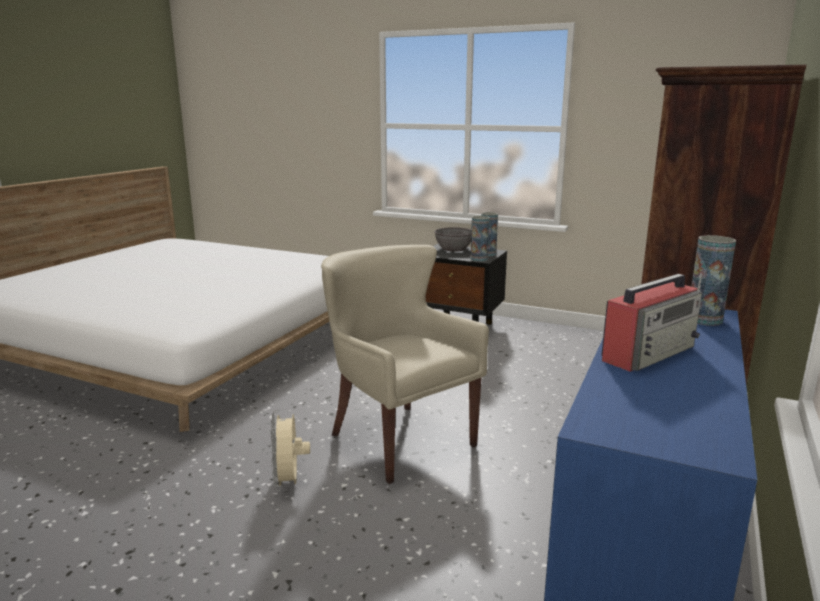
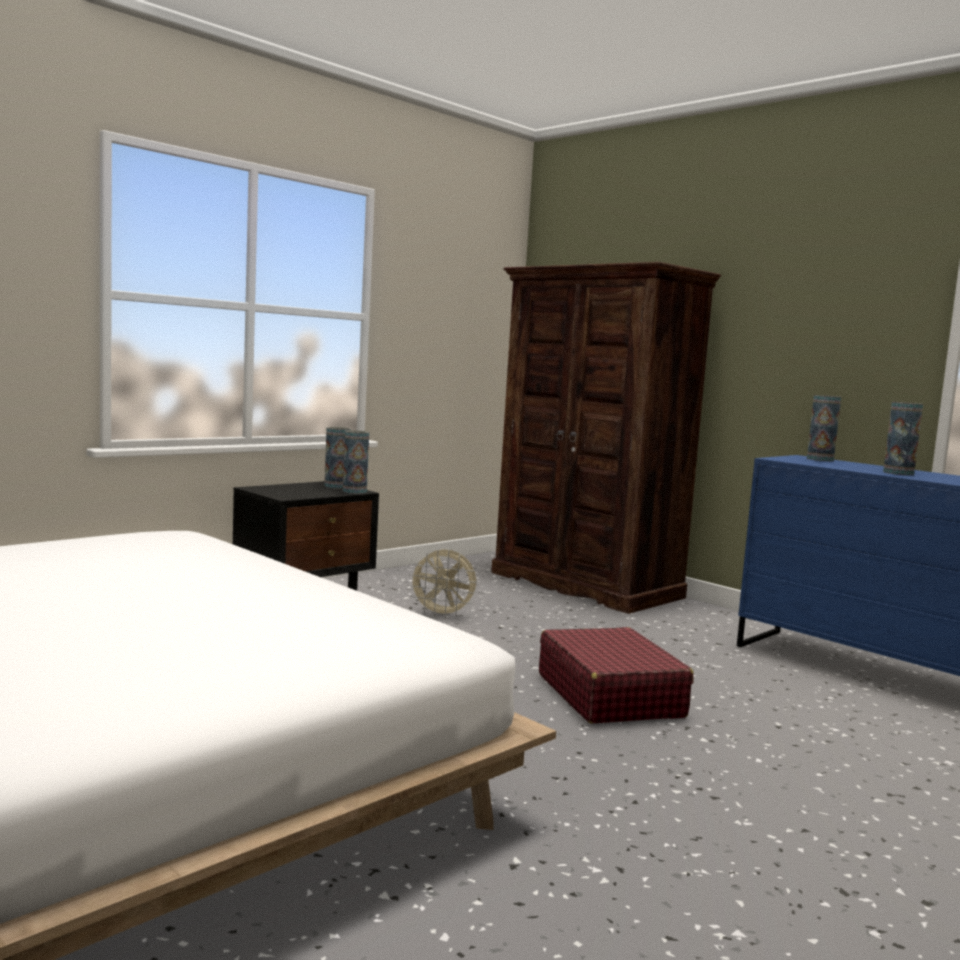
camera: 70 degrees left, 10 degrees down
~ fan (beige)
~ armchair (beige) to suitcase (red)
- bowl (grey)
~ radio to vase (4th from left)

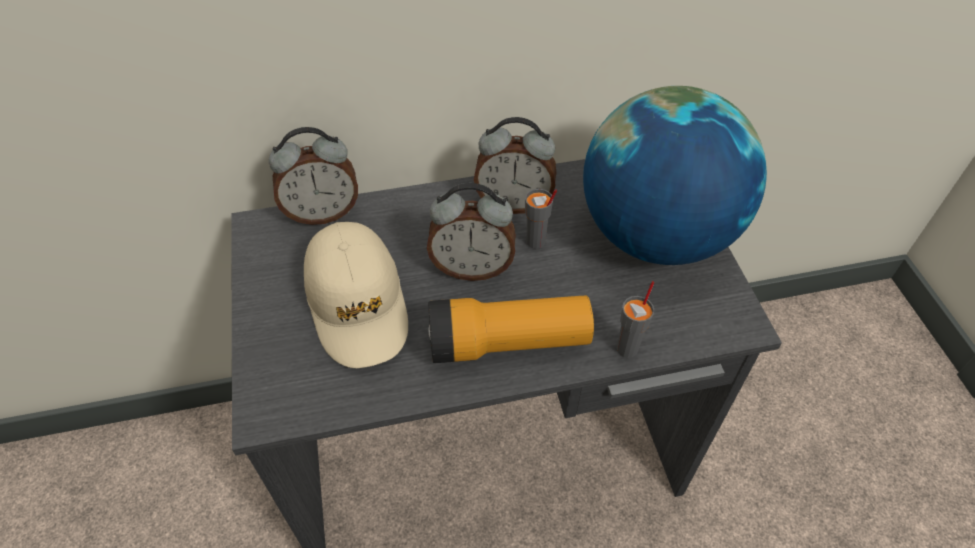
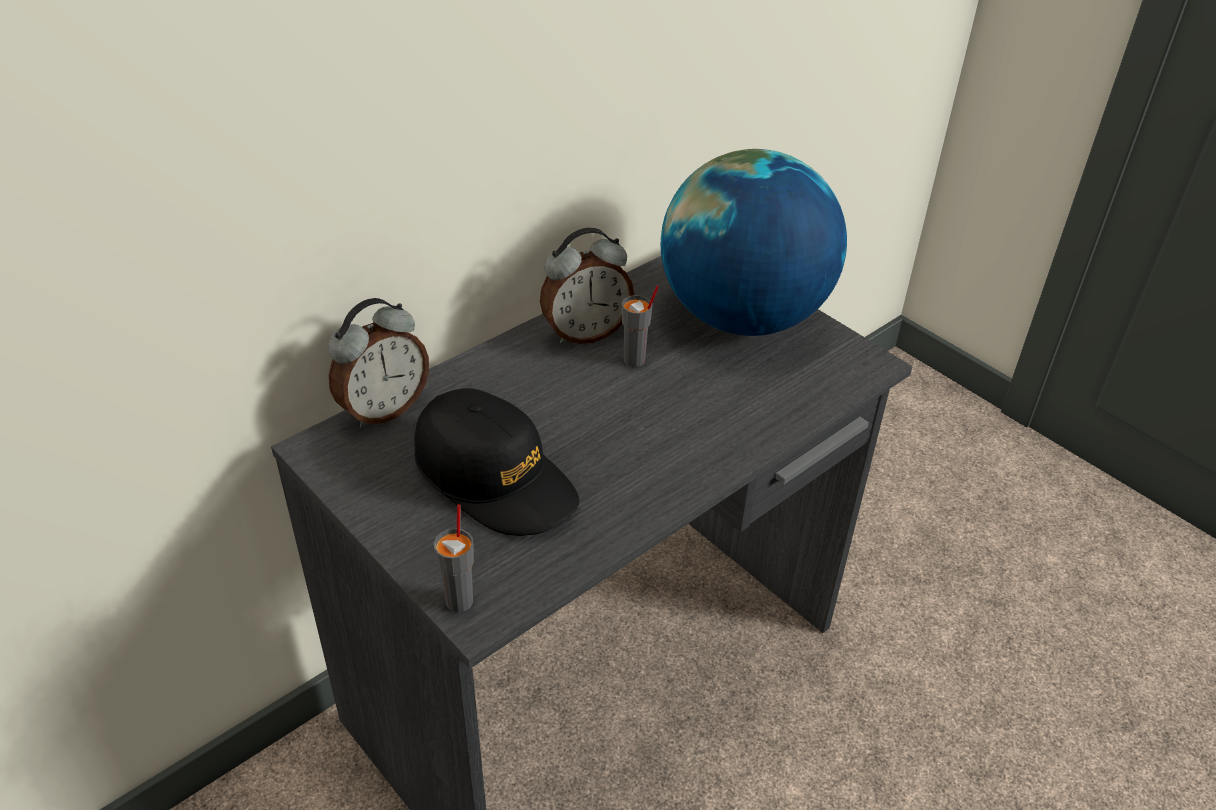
camera: 30 degrees left, 10 degrees down
~ cap (beige) to cap (black)
- alarm clock (2nd from left)
- flashlight
~ cup (grey) (2nd from left in the first image) to cup (grey) (1st from left)

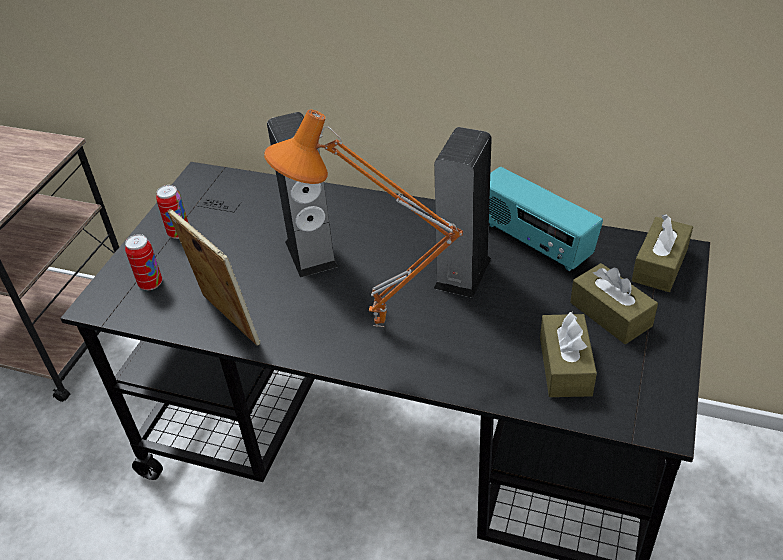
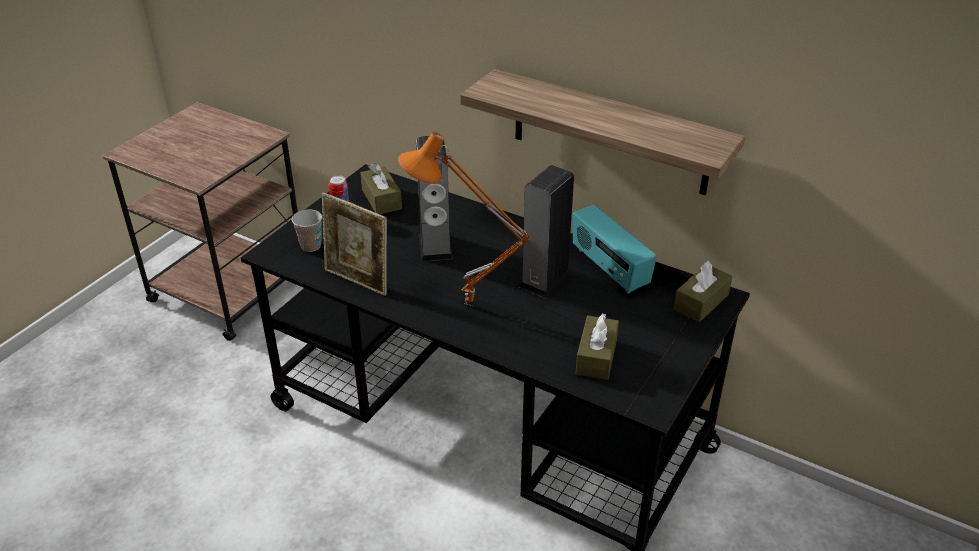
camera: 10 degrees right, 5 degrees down
~ can (1st from left) to cup
~ picture frame 150 degrees clockwise
~ tissue box (brown) (2nd from left in the first image) to tissue box (brown) (1st from left)
+ shelf

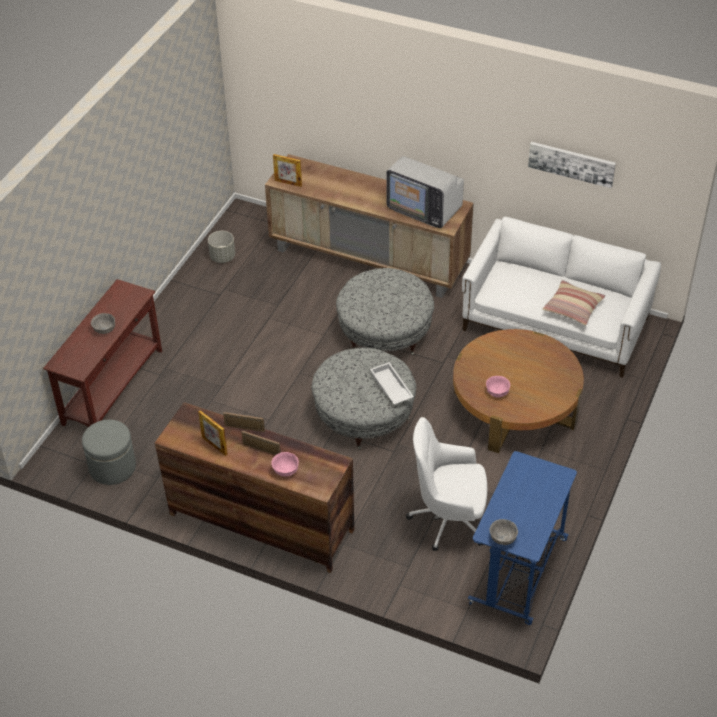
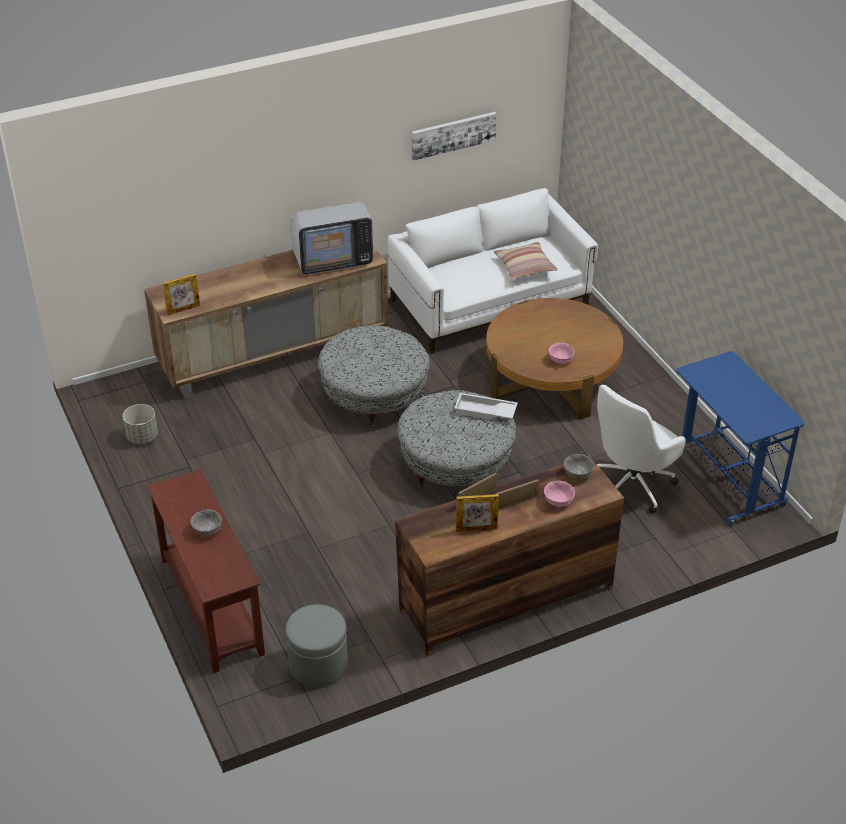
camera: 50 degrees left, 5 degrees down
~ bowl (grey) (2nd from left)

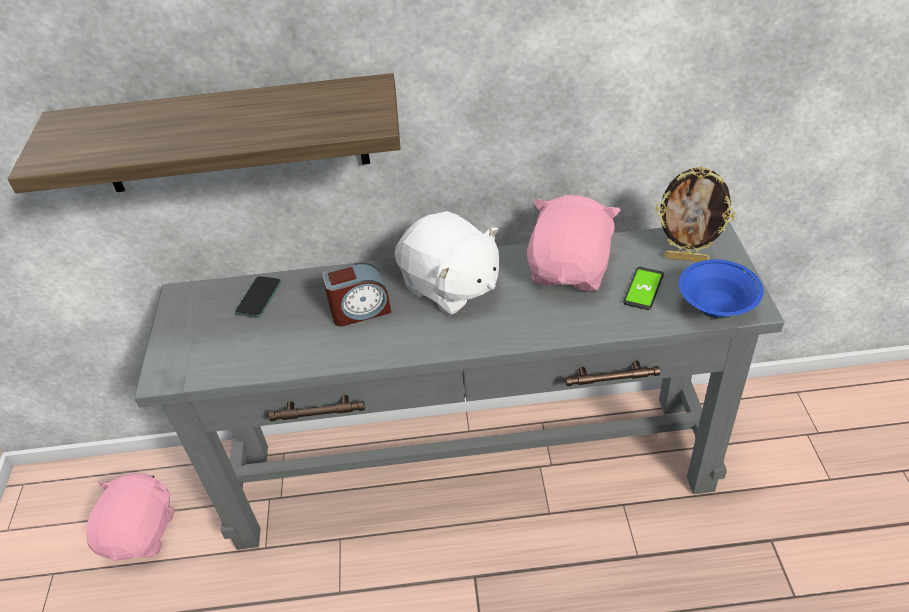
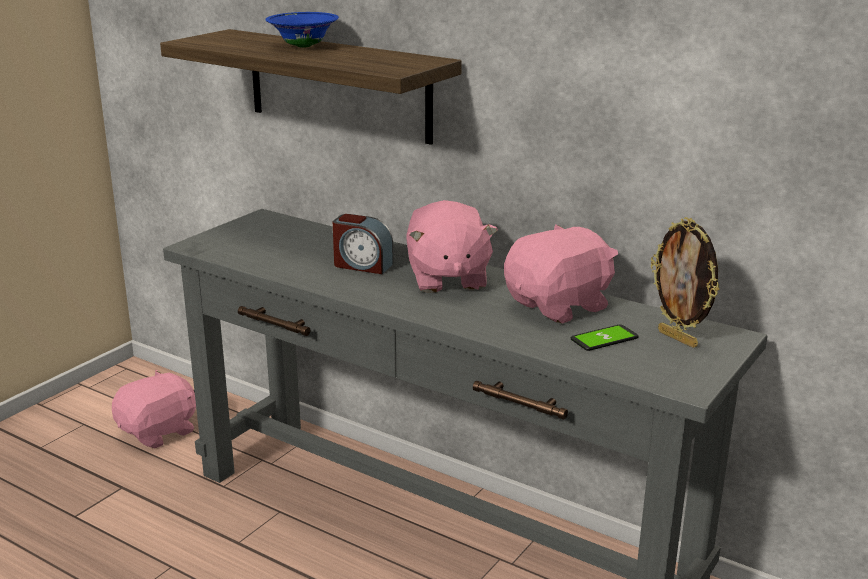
camera: 35 degrees right, 20 degrees down
- phone (1st from left)
~ plush toy (white) to plush toy (pink) (2nd from left)
~ bowl (blue)

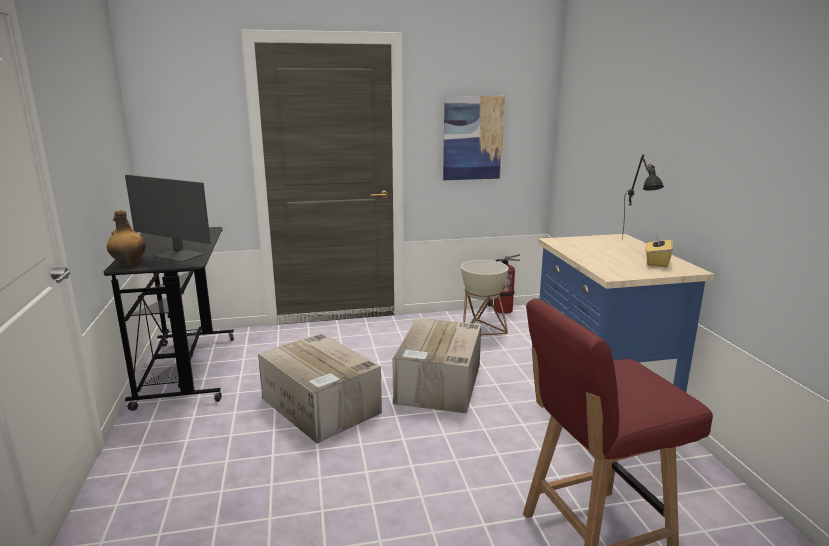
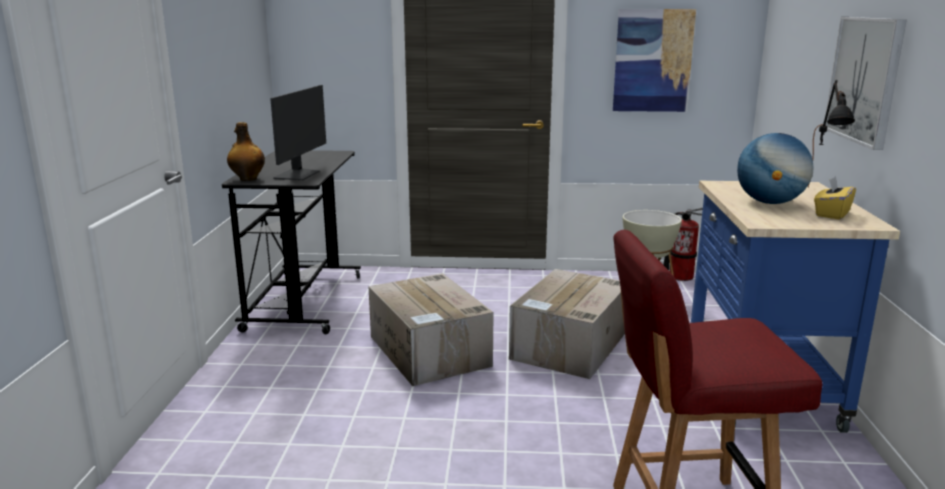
camera: 15 degrees right, 0 degrees up
~ monitor 120 degrees counterclockwise
+ globe
+ picture (2nd from left)

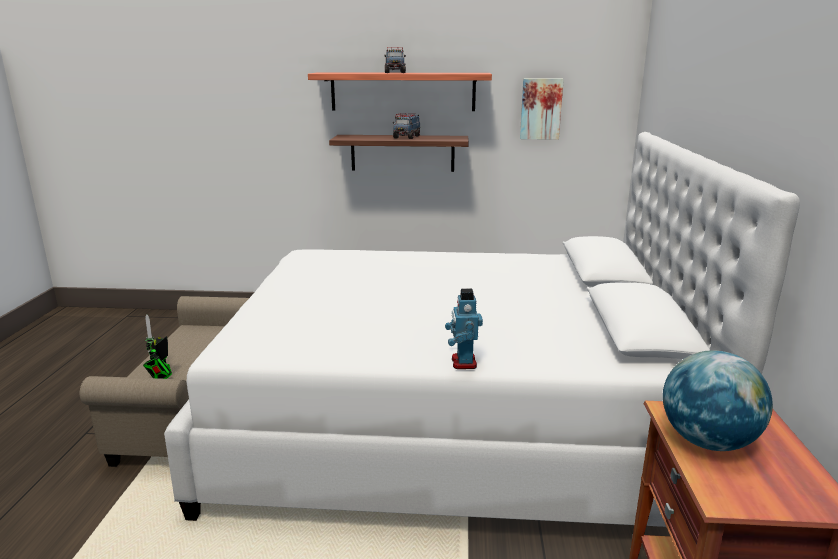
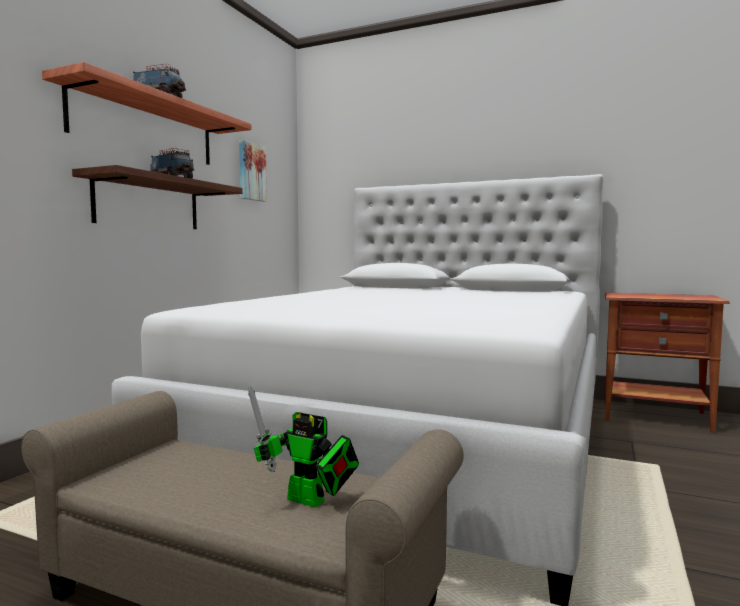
camera: 70 degrees left, 15 degrees down
- toy robot (2nd from left)
- globe

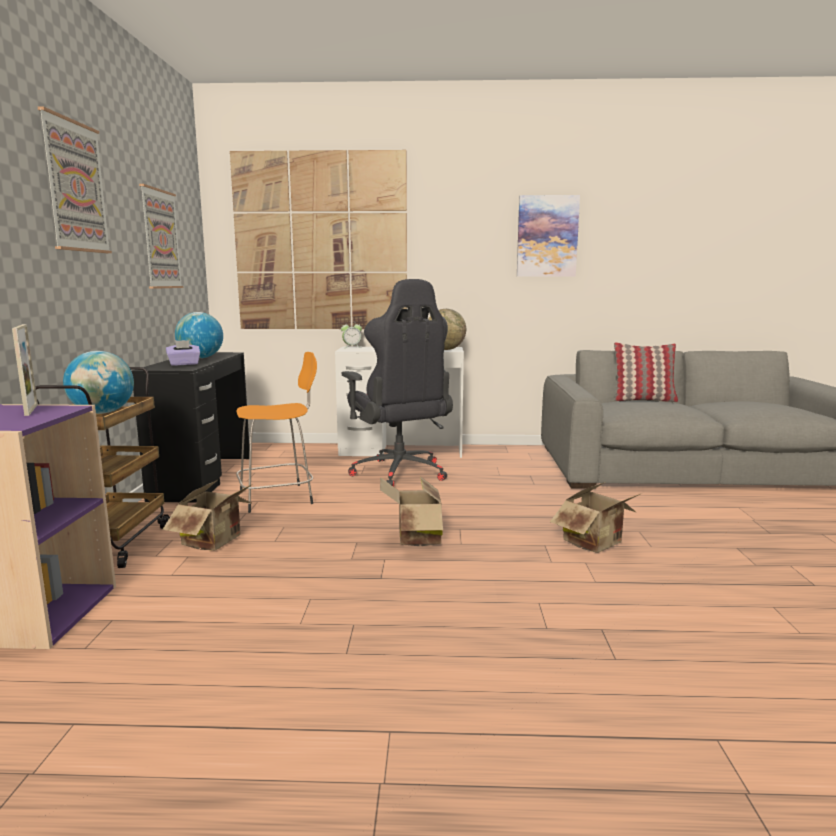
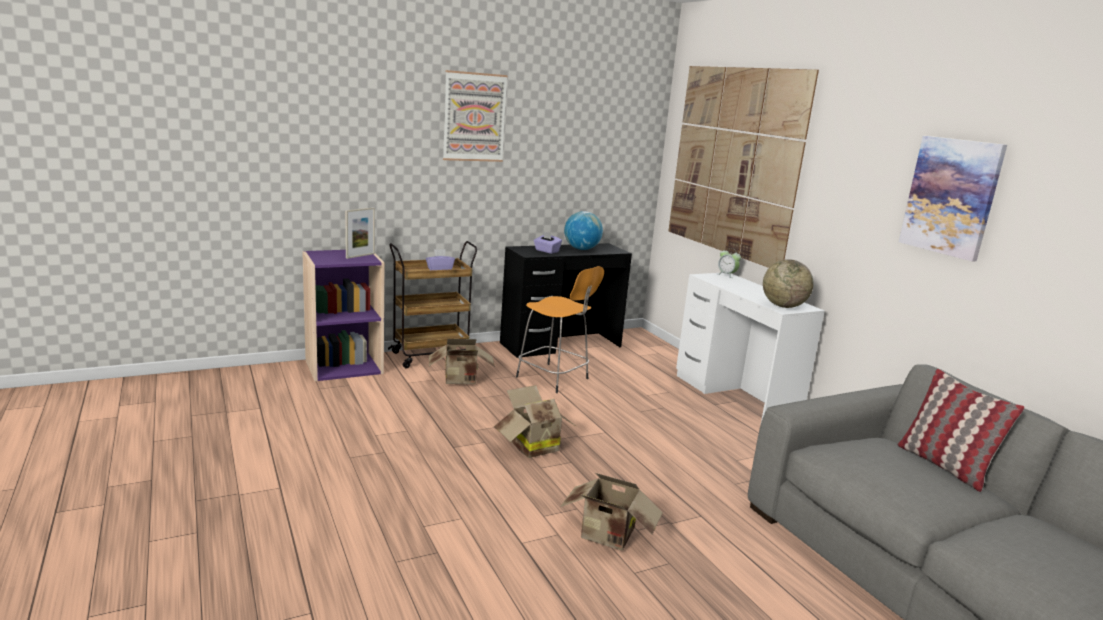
camera: 60 degrees right, 5 degrees up
~ globe (1st from left) to tissue box (purple) (1st from left)
- picture (2nd from left)
- office chair (black)

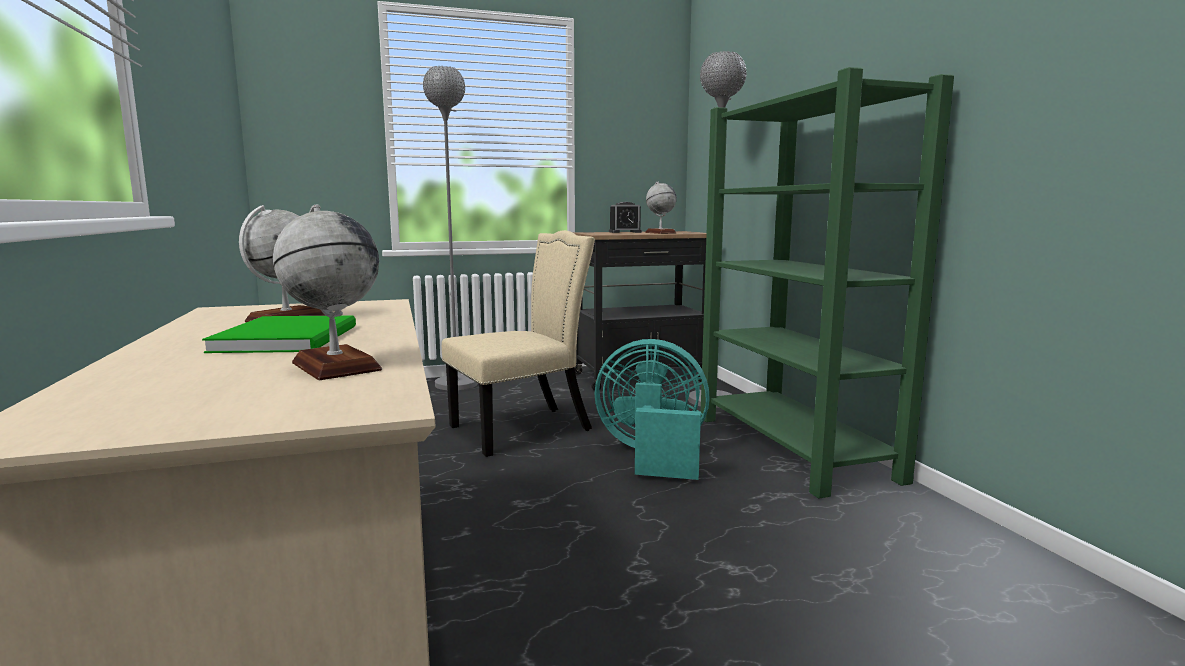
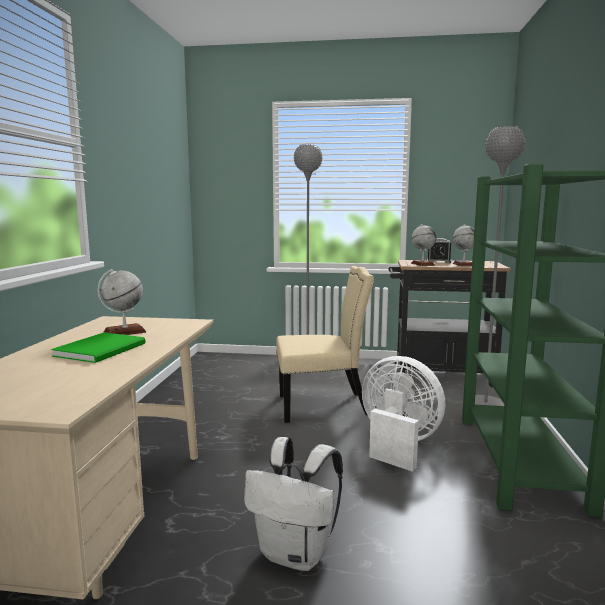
camera: 25 degrees right, 0 degrees up
~ globe (2nd from left)
~ fan (turquoise) to fan (white)
+ backpack (white)

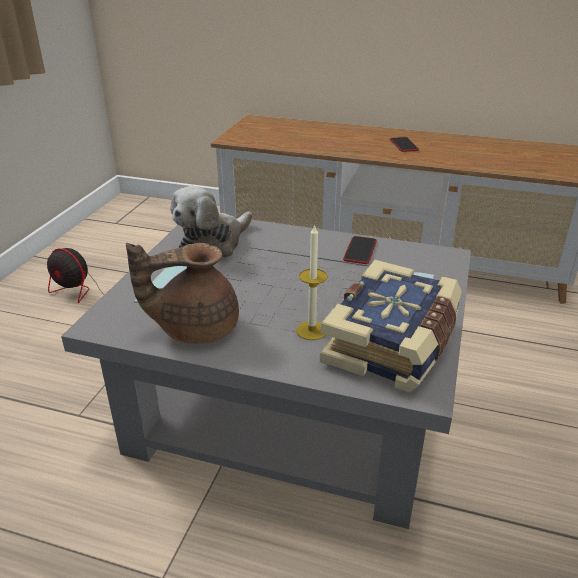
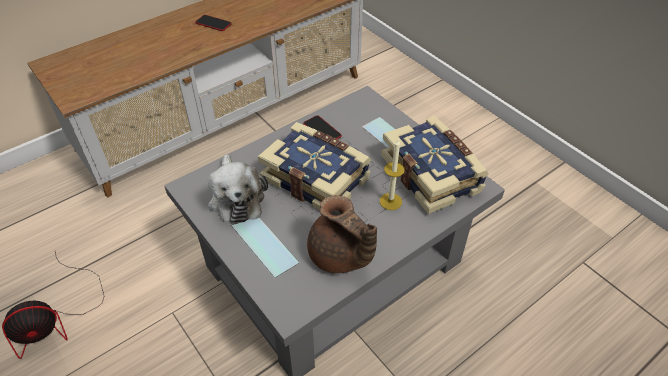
camera: 55 degrees left, 15 degrees up
~ teapot (brown) 60 degrees counterclockwise
+ book (1st from left)

